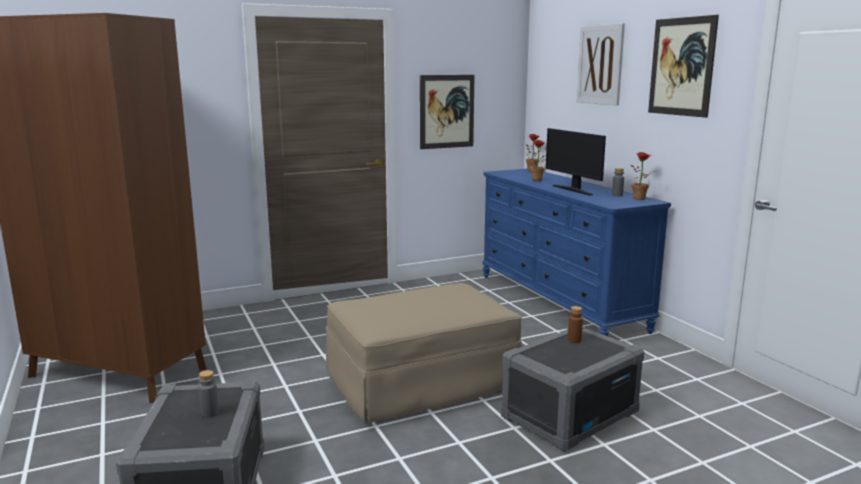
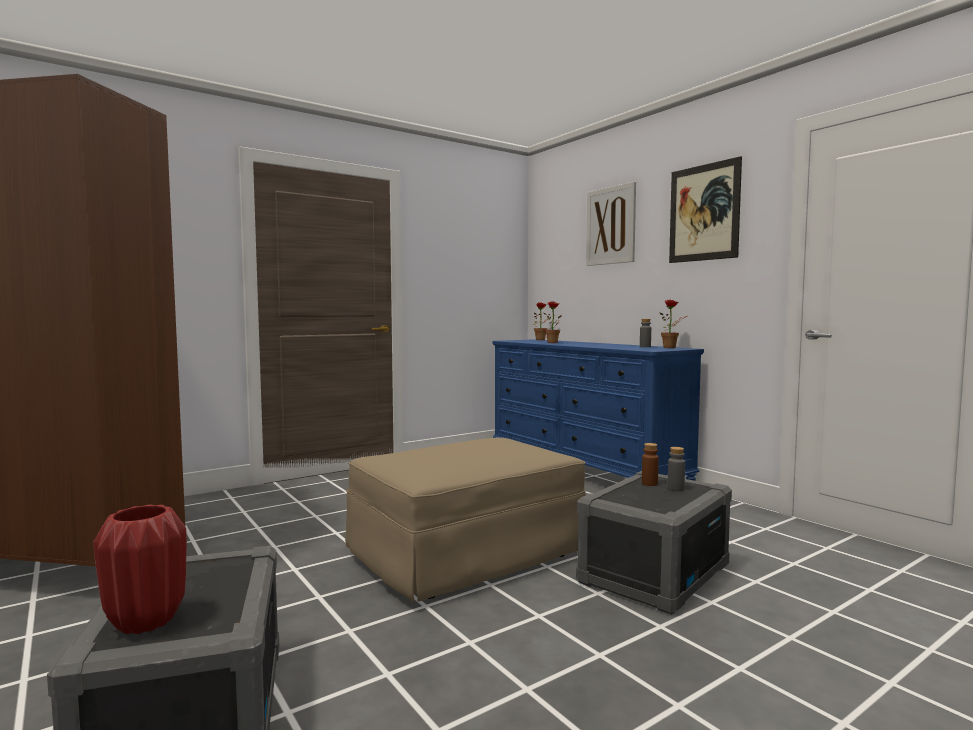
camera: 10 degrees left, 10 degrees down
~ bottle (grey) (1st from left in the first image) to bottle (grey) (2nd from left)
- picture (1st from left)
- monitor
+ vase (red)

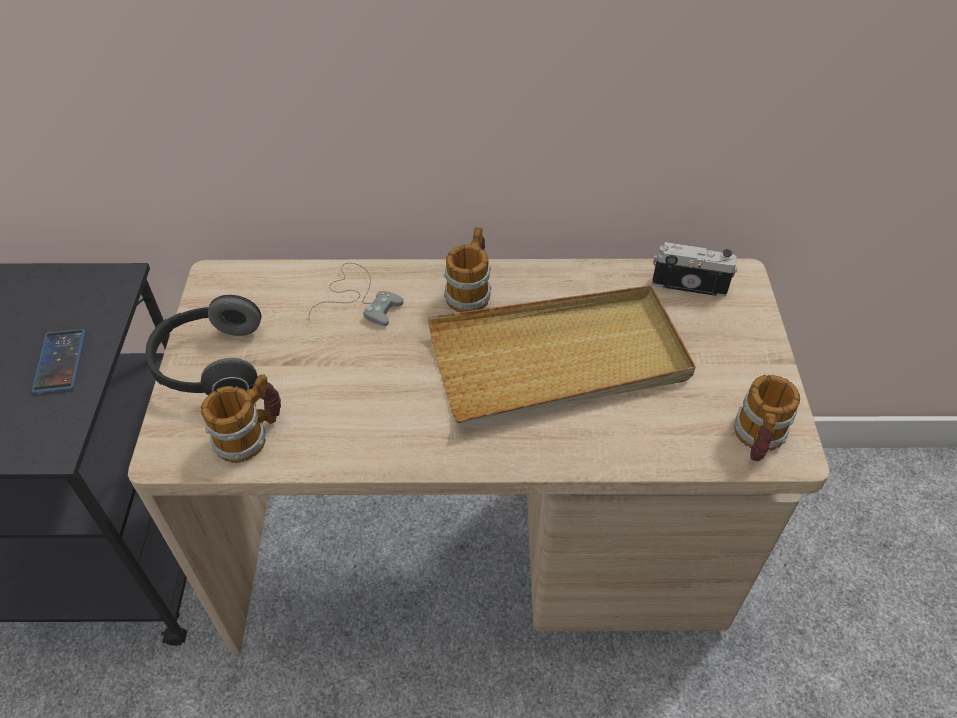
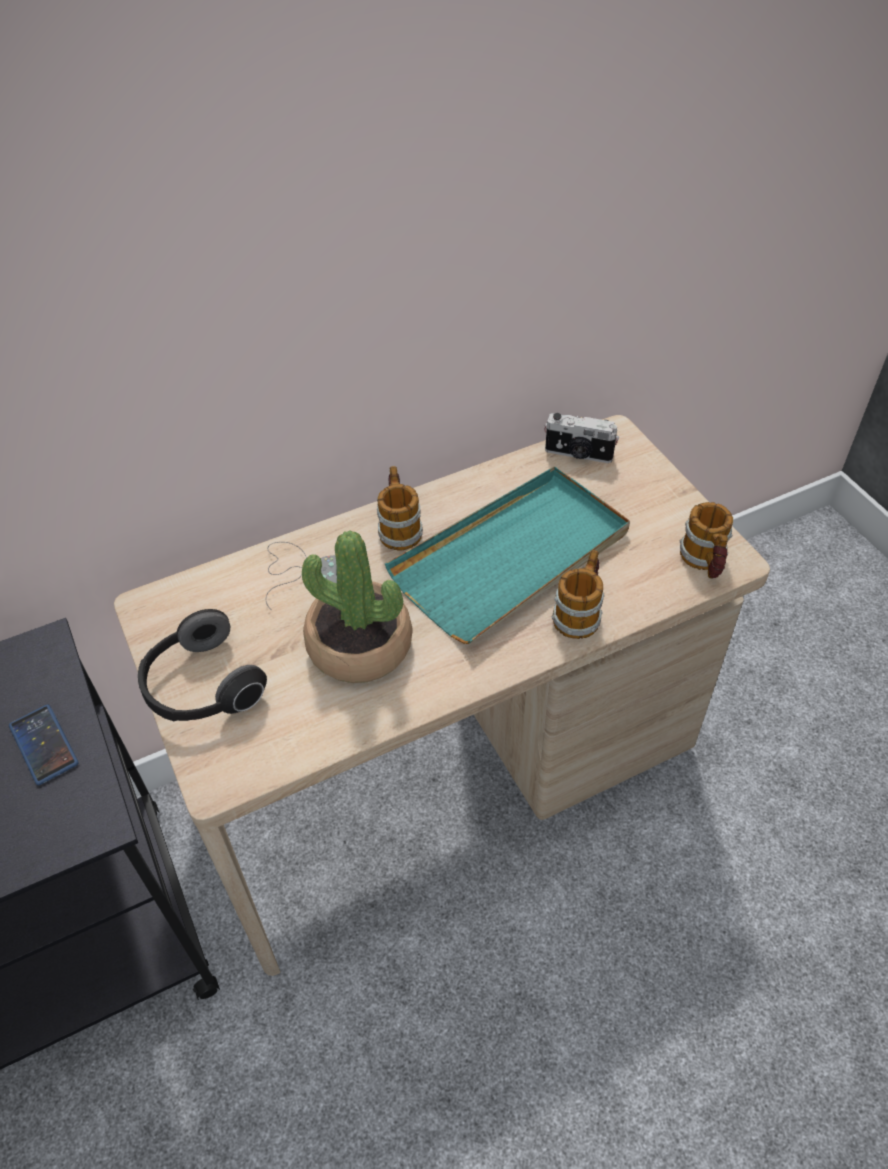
camera: 25 degrees left, 0 degrees up
~ mug (1st from left in the first image) to mug (2nd from left)
~ tray (beige) to tray (turquoise)
~ photo camera 150 degrees counterclockwise
+ potted plant

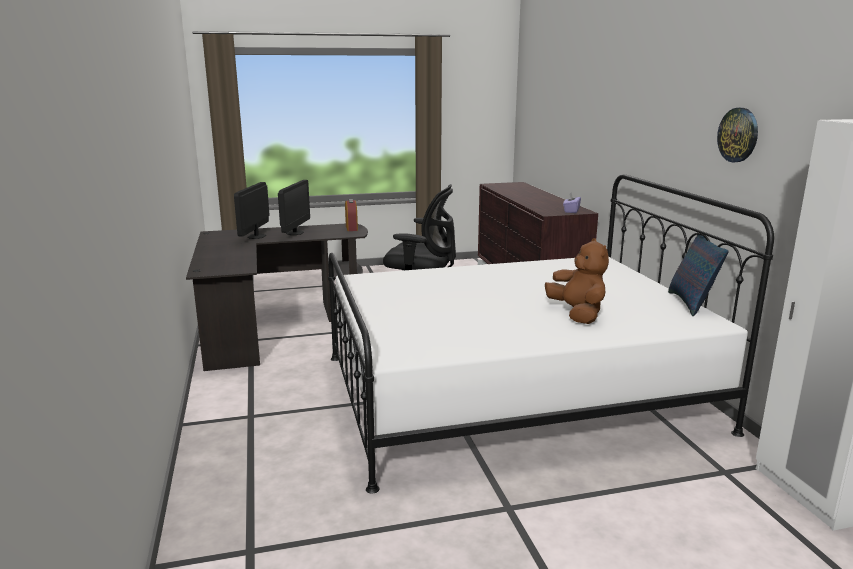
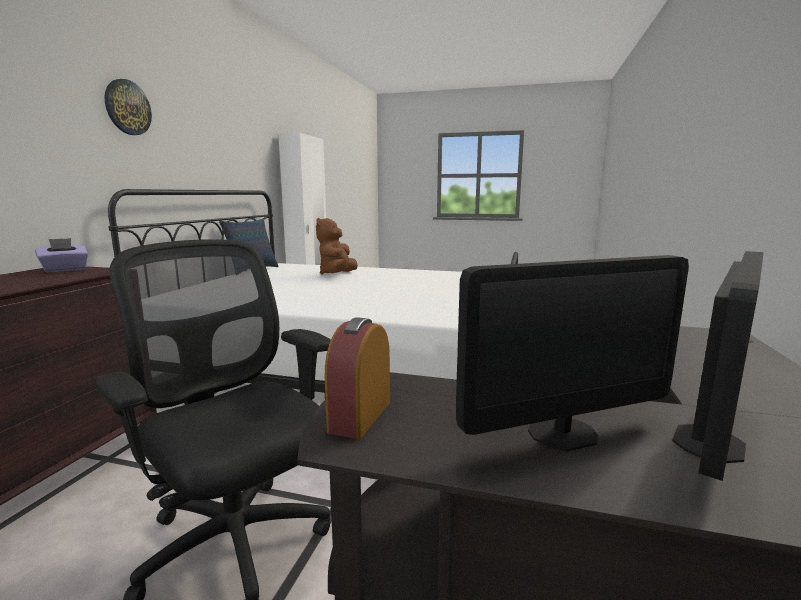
camera: 150 degrees left, 5 degrees down
~ monitor (2nd from left in the first image) 150 degrees counterclockwise
~ wall clock

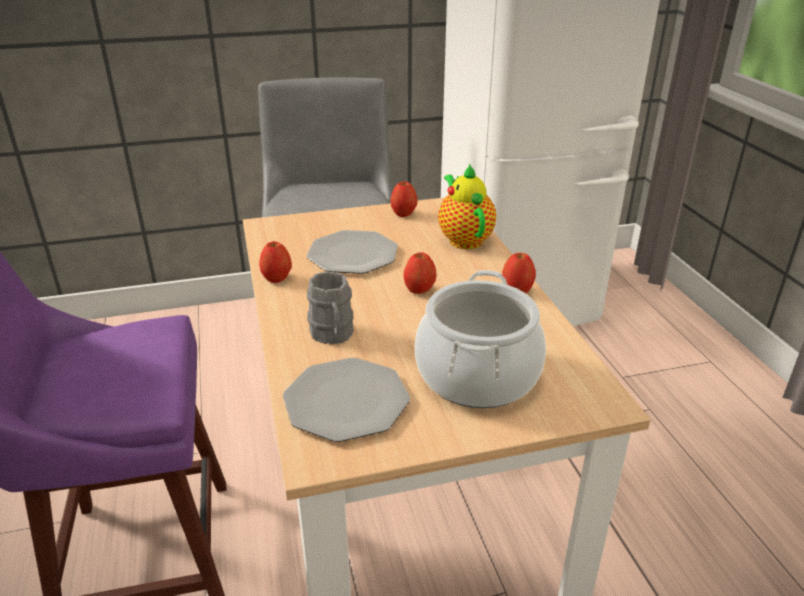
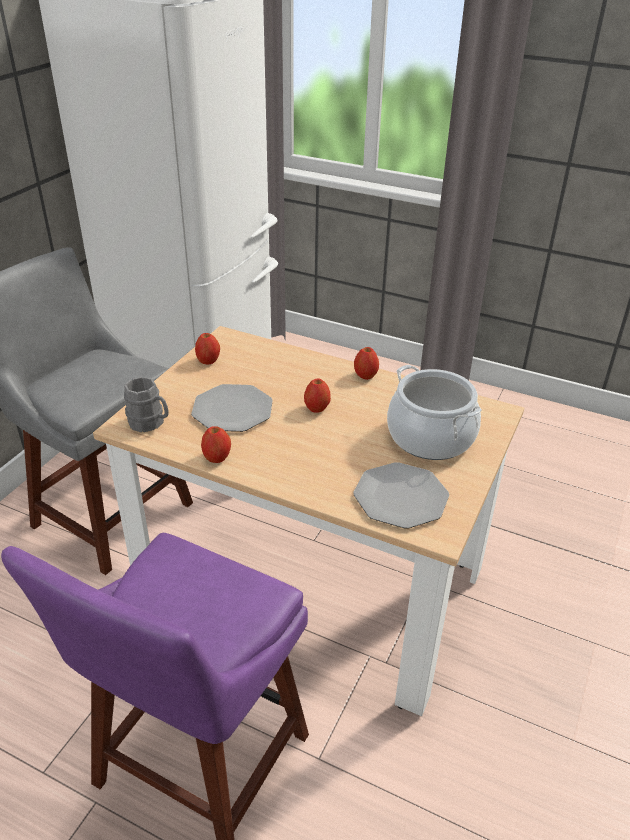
camera: 50 degrees left, 5 degrees up
~ mug (grey)
- teapot

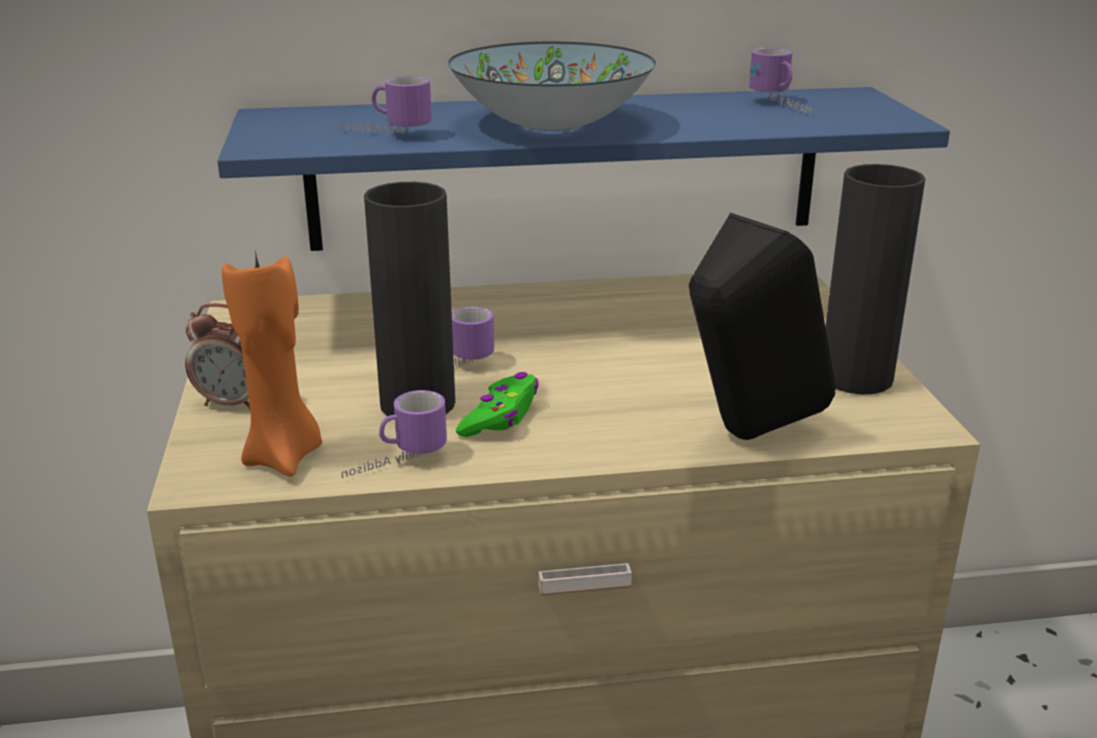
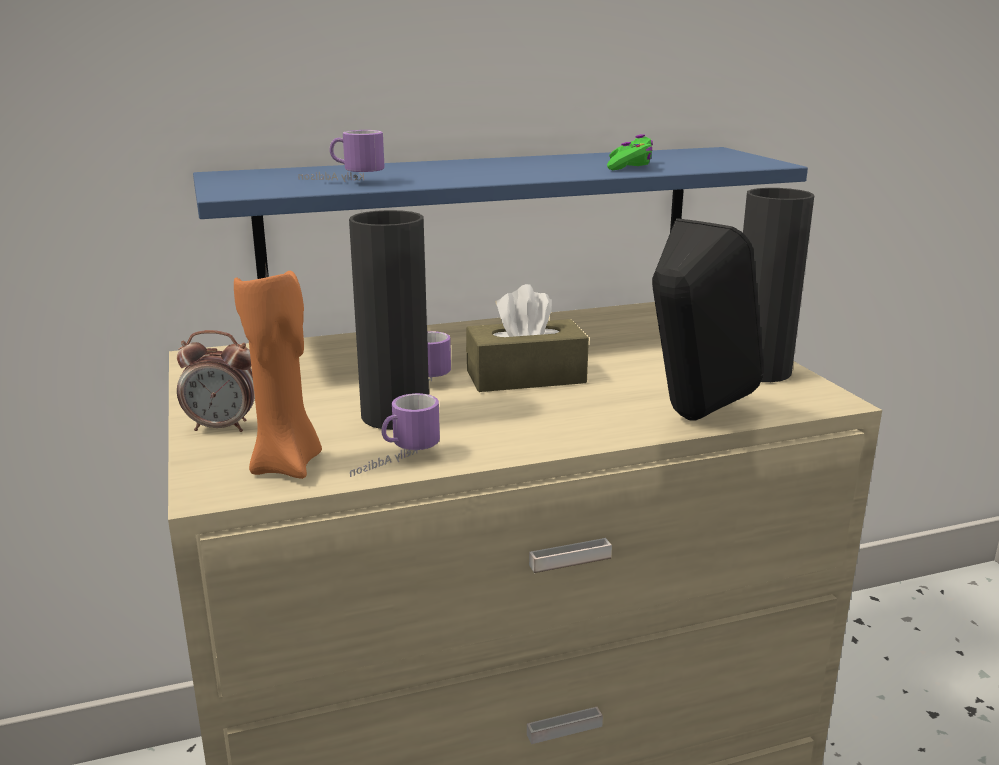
camera: 10 degrees left, 5 degrees down
- bowl
~ game controller (green)
- mug (4th from left)
+ tissue box (brown)

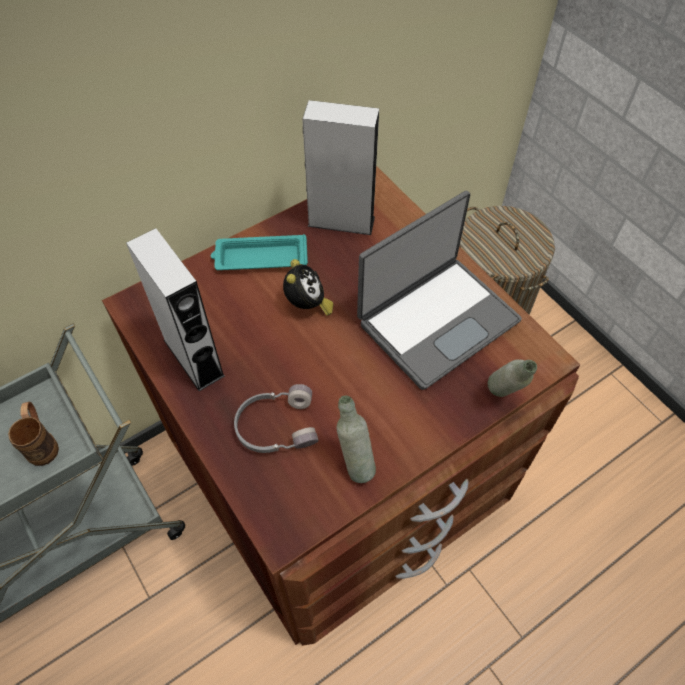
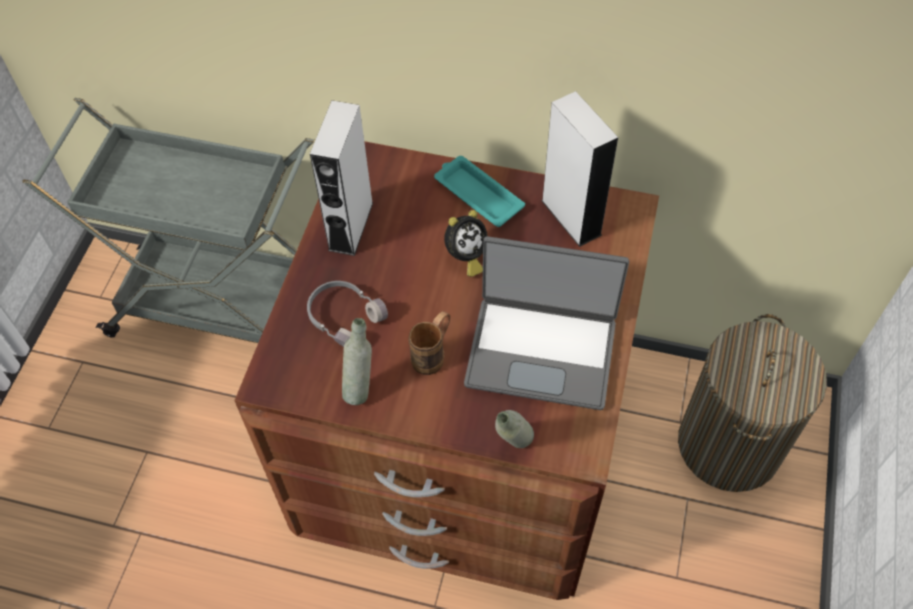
camera: 50 degrees right, 0 degrees up
~ mug (brown)

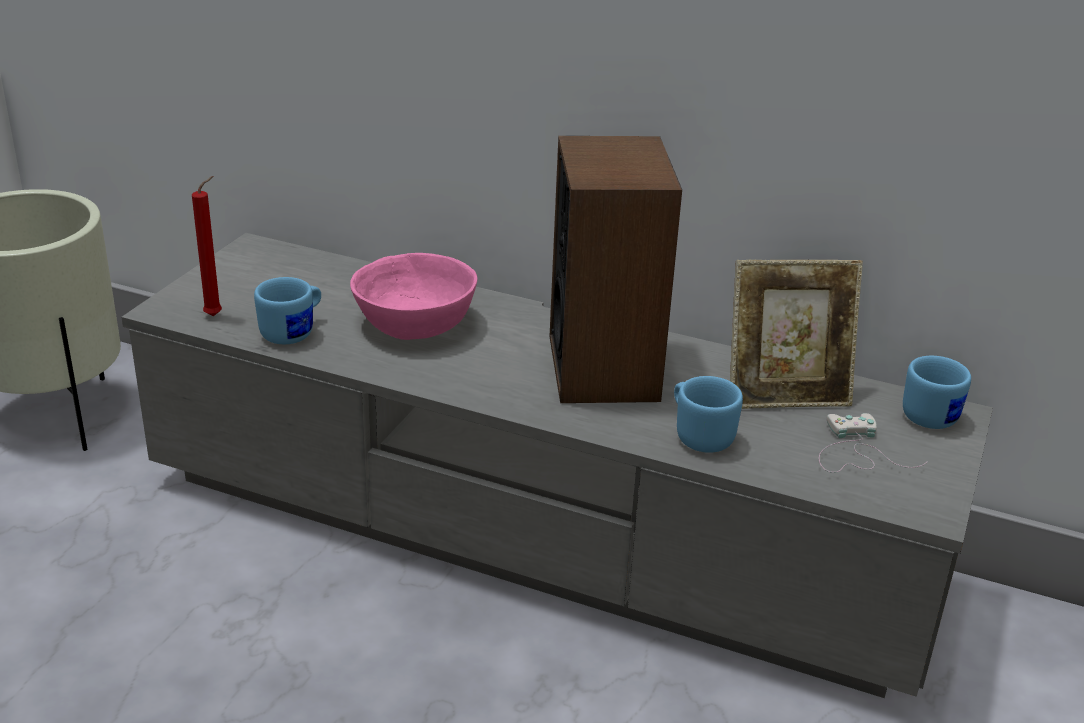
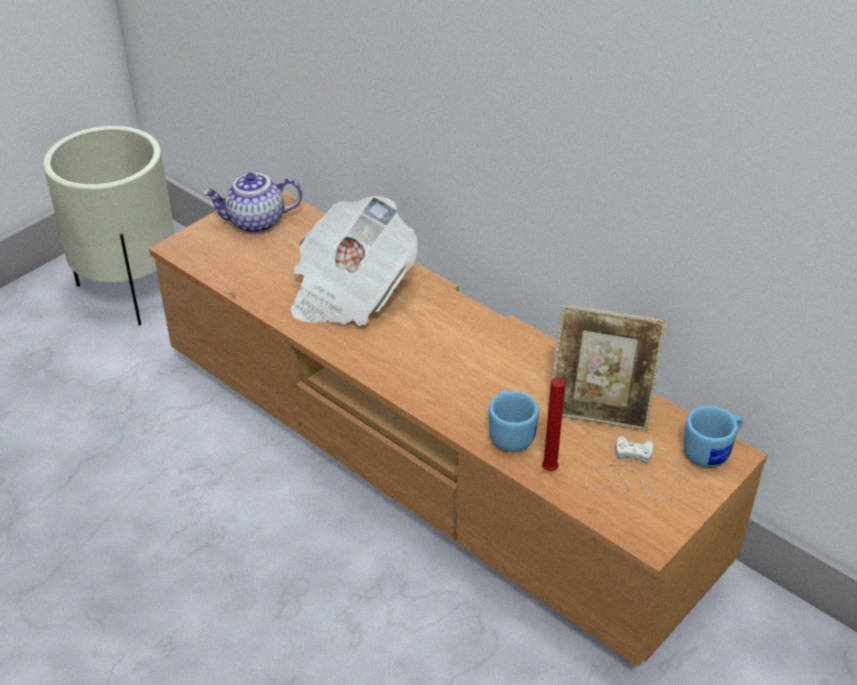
camera: 20 degrees right, 10 degrees up
~ tv stand (grey) to tv stand (brown)
~ candle (red)
- mug (blue) (1st from left)
~ bowl (pink) to newspaper
- speaker
+ teapot

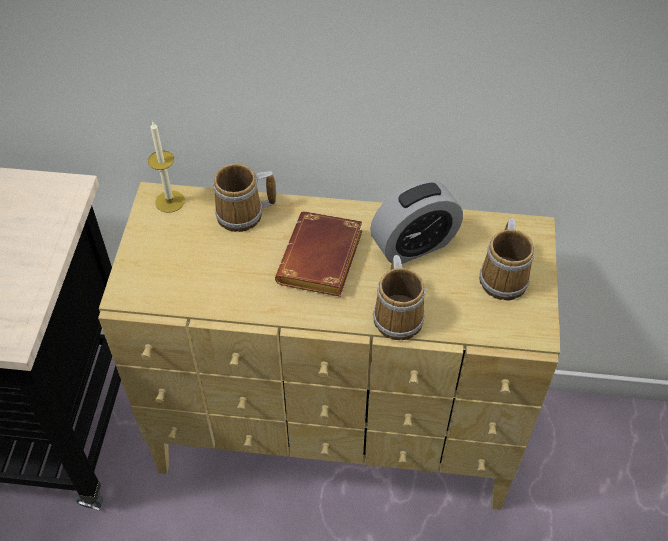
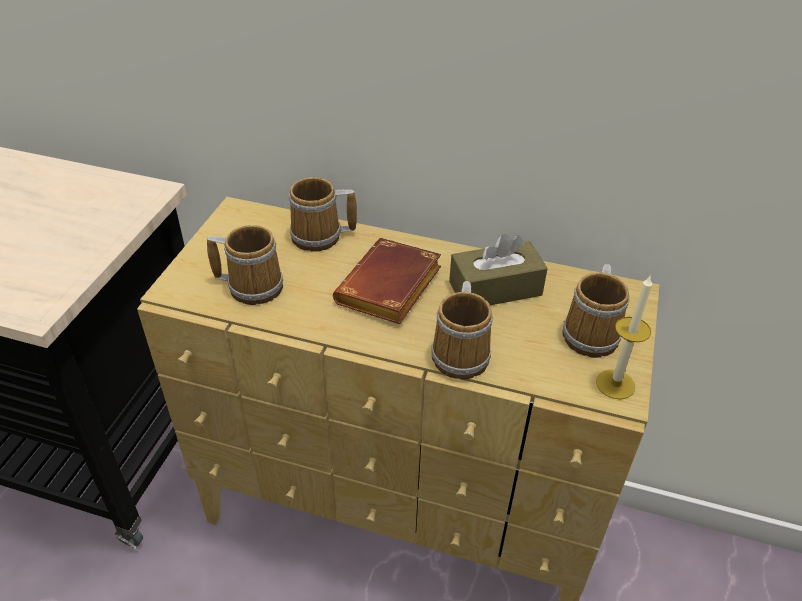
camera: 10 degrees right, 10 degrees down
~ candle
~ alarm clock to tissue box (brown)
+ mug (1st from left)

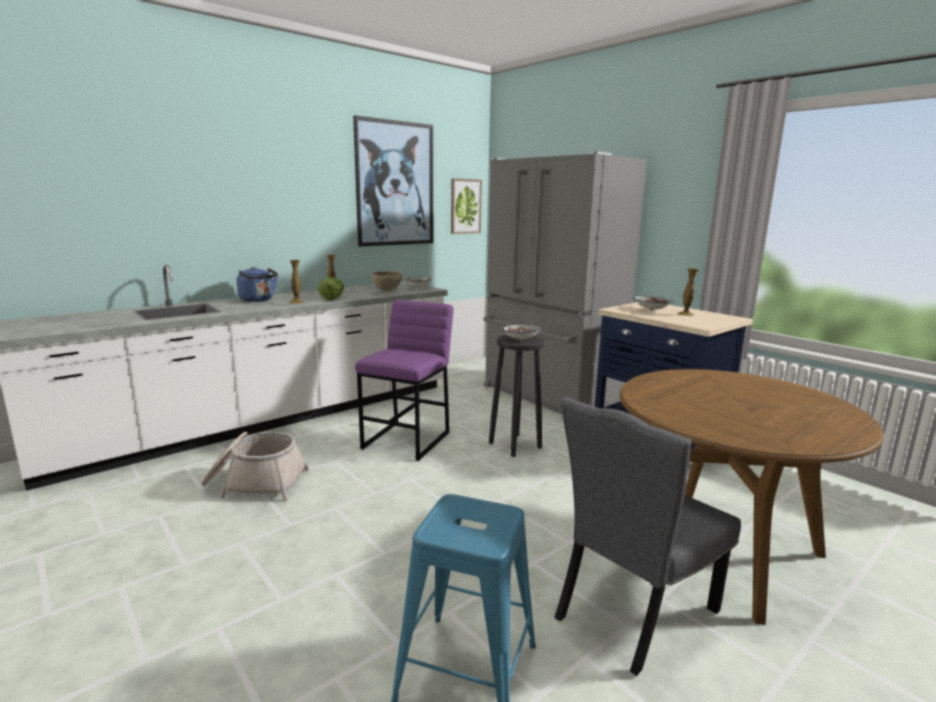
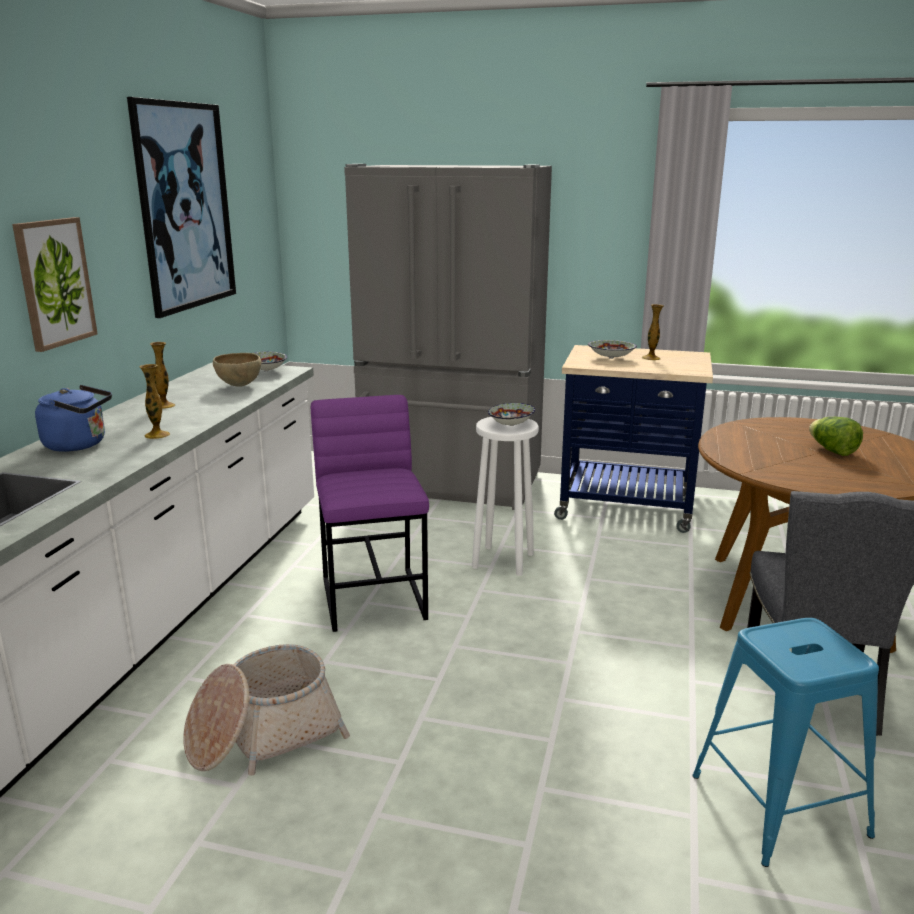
camera: 35 degrees left, 5 degrees up
~ lettuce
~ picture (2nd from left in the first image) to picture (1st from left)
~ stool (black) to stool (white)

